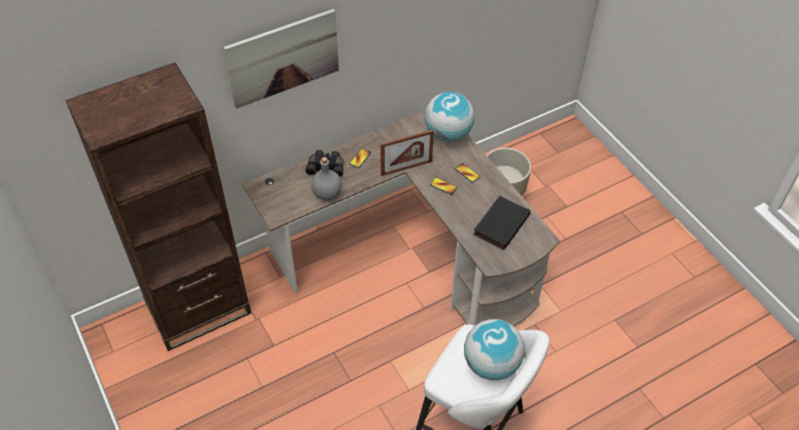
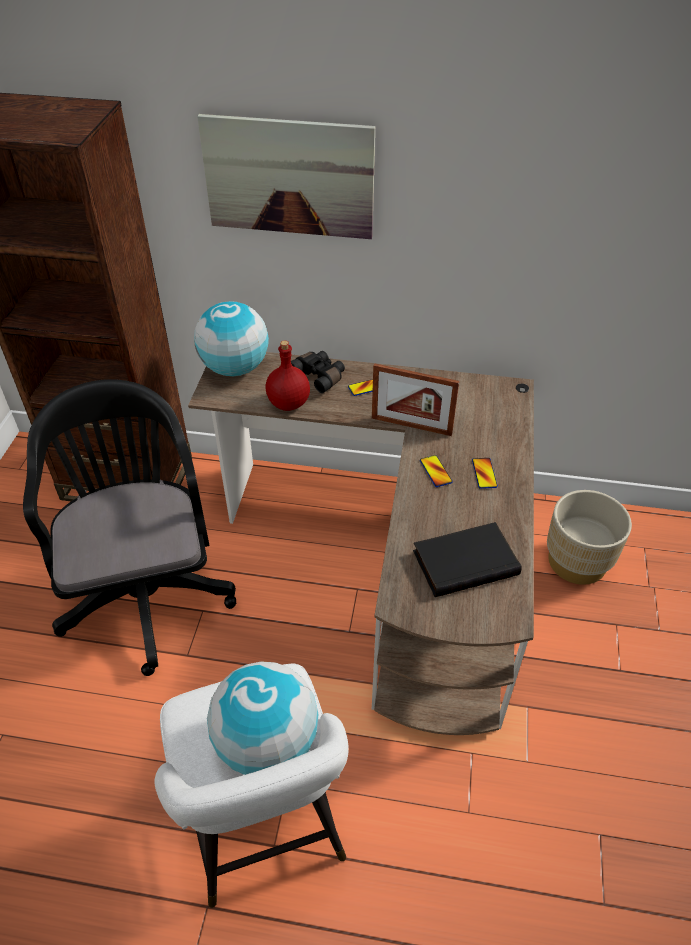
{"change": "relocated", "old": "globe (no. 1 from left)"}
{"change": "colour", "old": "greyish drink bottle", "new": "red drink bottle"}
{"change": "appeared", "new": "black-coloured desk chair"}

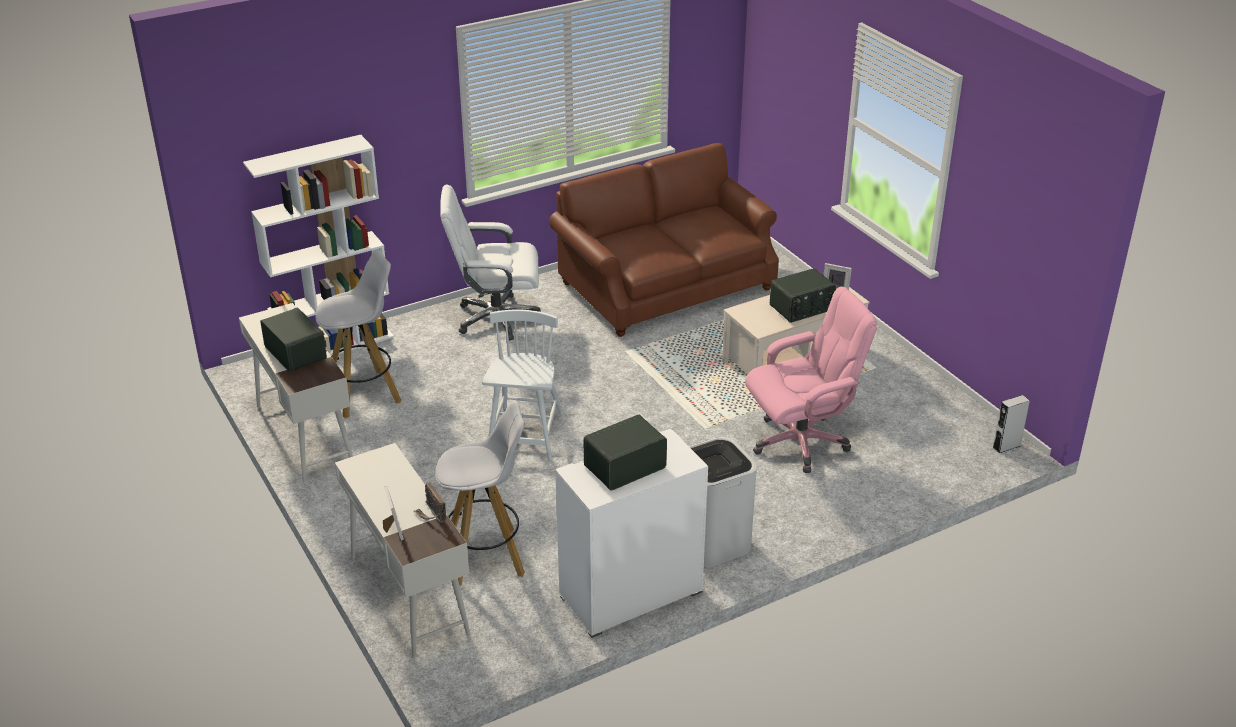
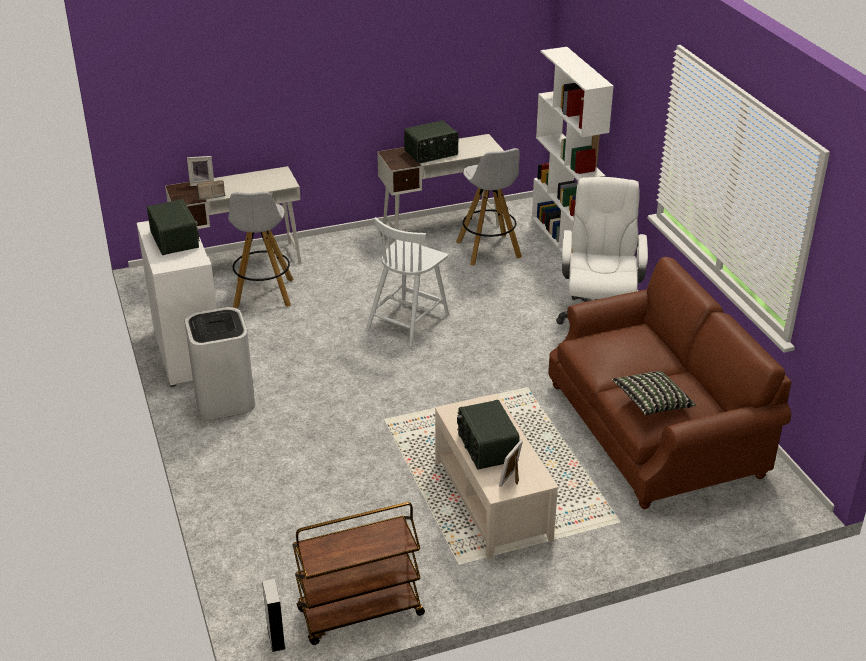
{"change": "missing", "old": "pink-coloured desk chair"}
{"change": "spun", "old": "white-coloured plain chair", "degrees": 105}
{"change": "appeared", "new": "pillow"}
{"change": "appeared", "new": "brownish trolley"}

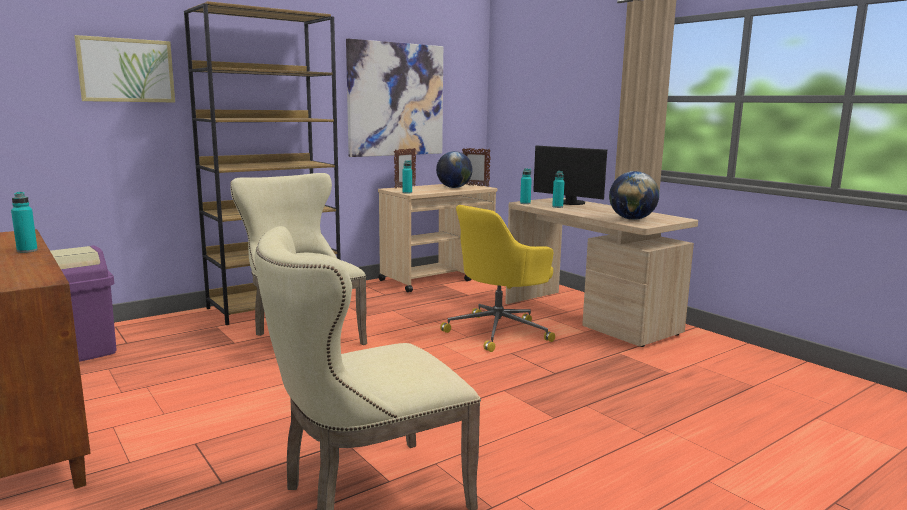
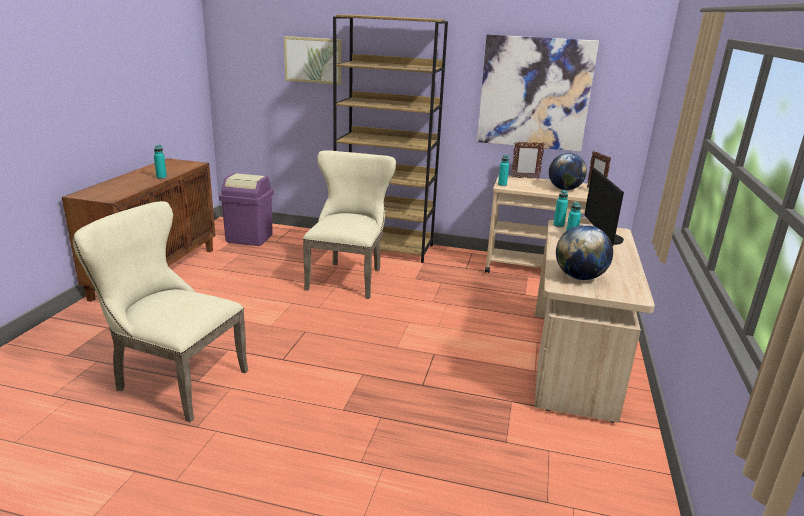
{"change": "missing", "old": "yellow desk chair"}

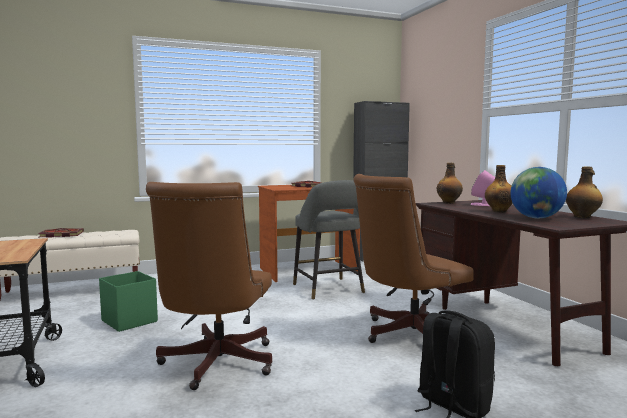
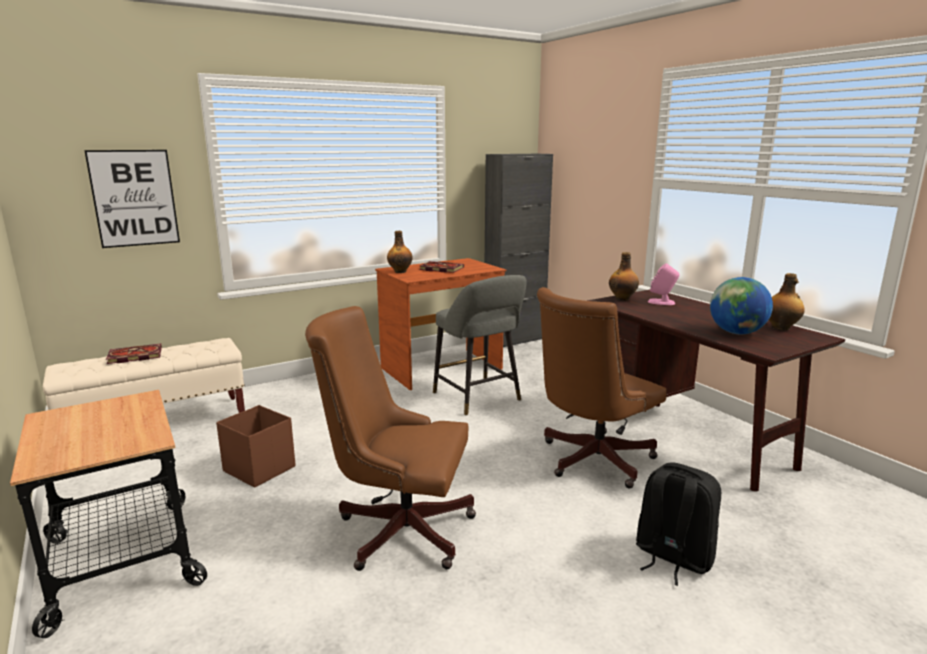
{"change": "relocated", "old": "drink bottle (no. 2 from left in the first image)", "new": "drink bottle (no. 1 from left)"}
{"change": "spun", "old": "brownish desk chair (no. 1 from left)", "degrees": 105}
{"change": "colour", "old": "green storage container", "new": "brownish storage container"}
{"change": "appeared", "new": "picture"}

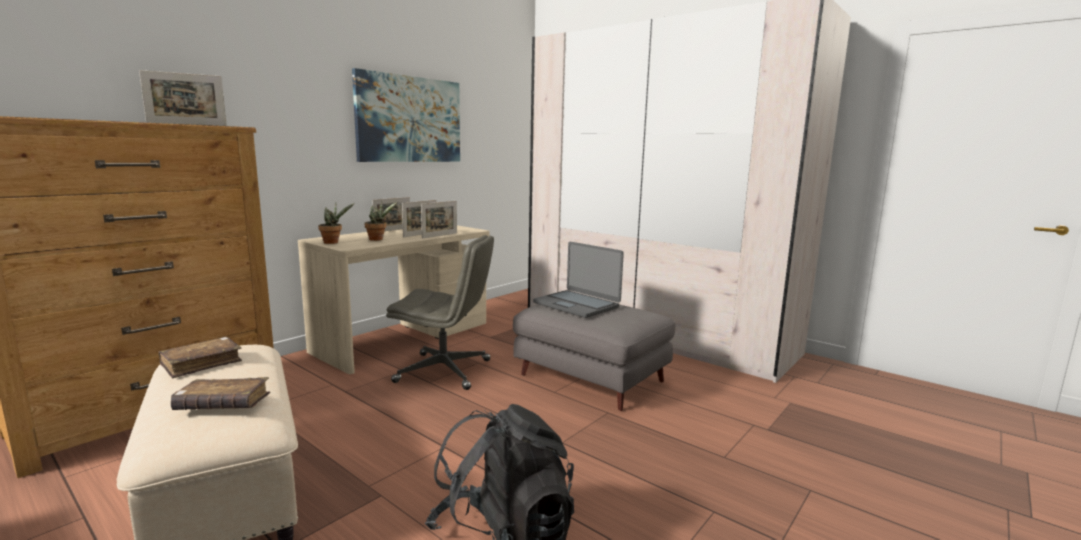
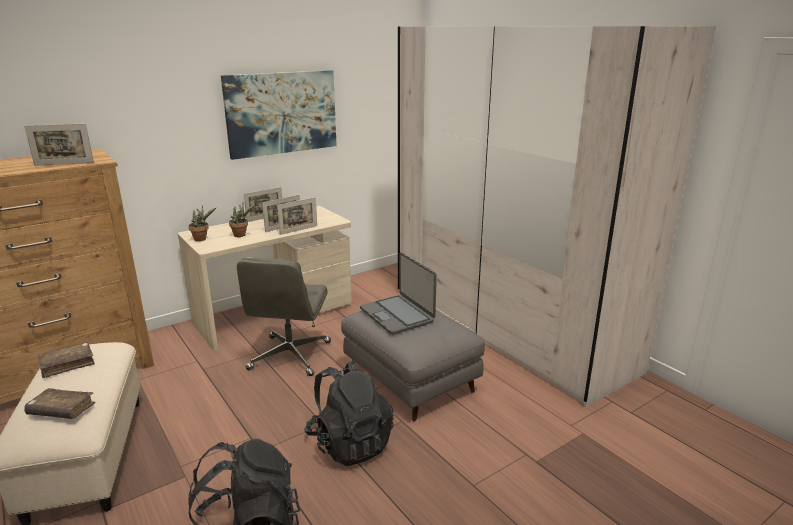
{"change": "spun", "old": "greyish desk chair", "degrees": 75}
{"change": "appeared", "new": "black-coloured backpack (no. 2 from left)"}

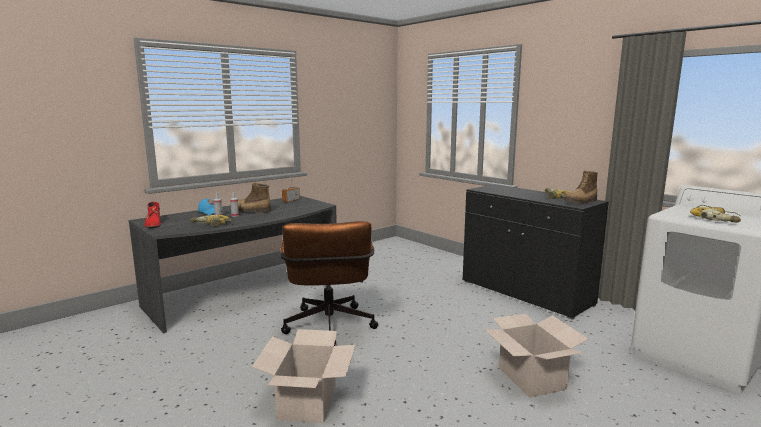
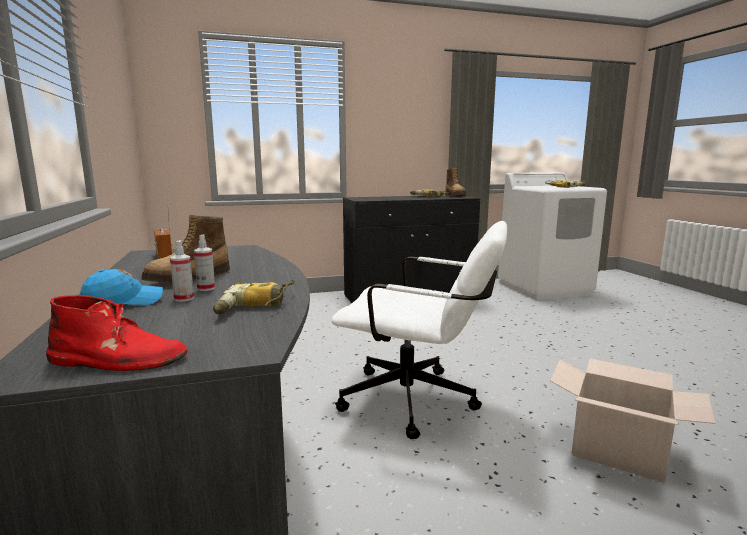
{"change": "colour", "old": "brownish desk chair", "new": "white-coloured desk chair"}
{"change": "missing", "old": "carton (no. 2 from left)"}

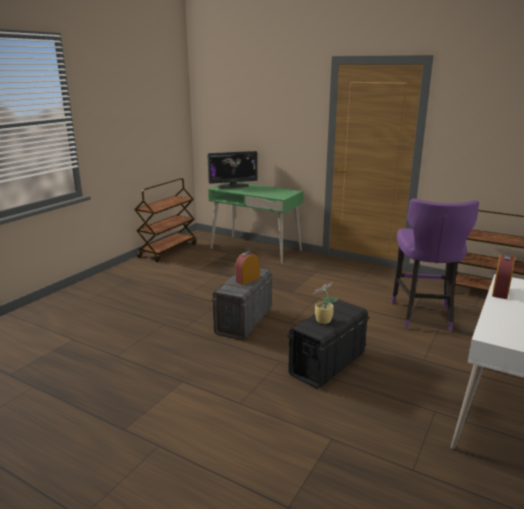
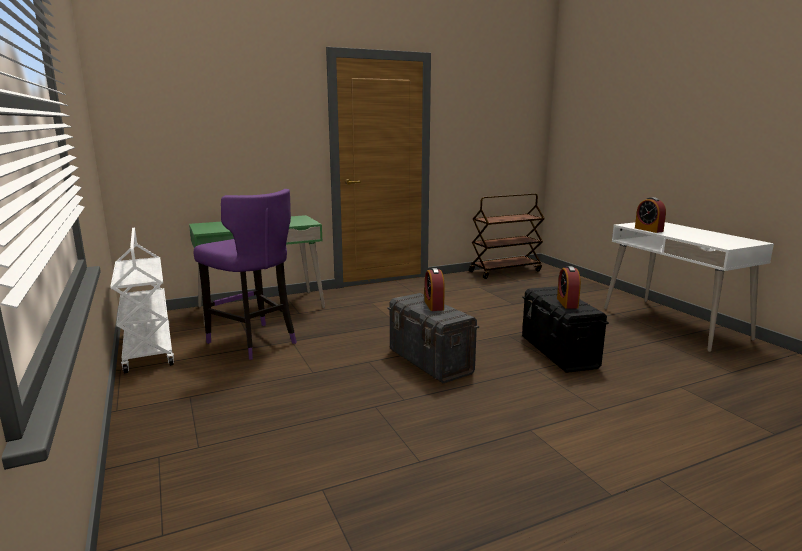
{"change": "missing", "old": "computer screen"}
{"change": "colour", "old": "brownish trolley (no. 1 from left)", "new": "white-coloured trolley"}
{"change": "relocated", "old": "purple stool seat"}
{"change": "exchanged", "old": "houseplant", "new": "alarm clock (no. 2 from left)"}

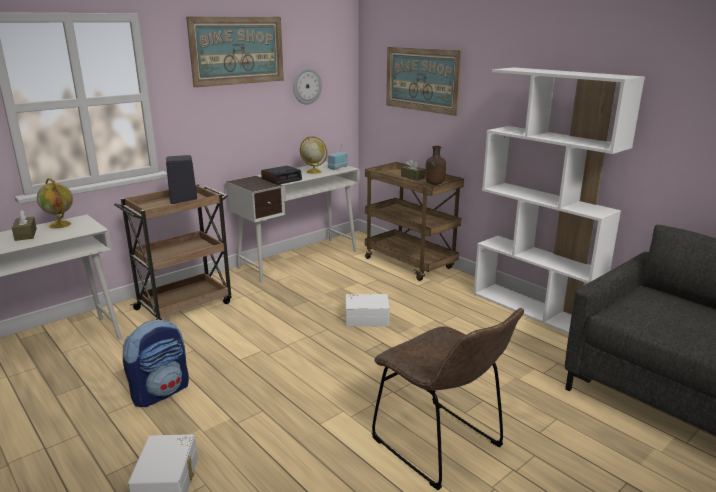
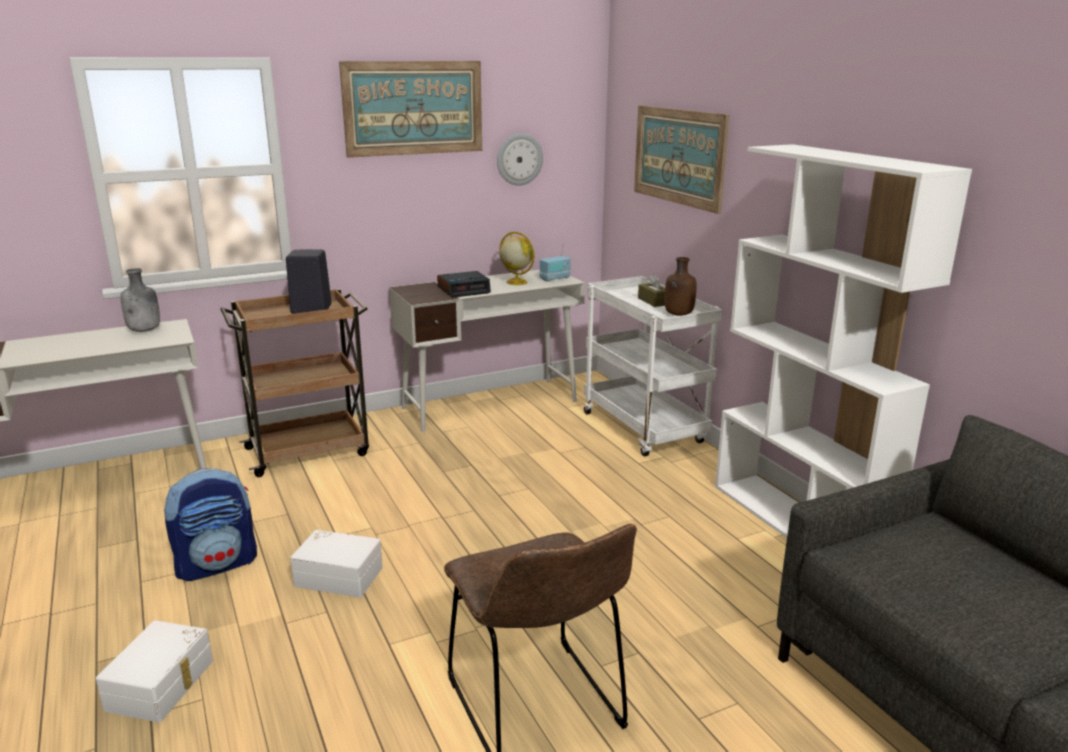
{"change": "colour", "old": "brownish trolley (no. 2 from left)", "new": "white-coloured trolley"}
{"change": "exchanged", "old": "globe (no. 1 from left)", "new": "greyish drink bottle"}
{"change": "missing", "old": "brownish tissue box (no. 1 from left)"}
{"change": "relocated", "old": "white-coloured storage container (no. 2 from left)"}

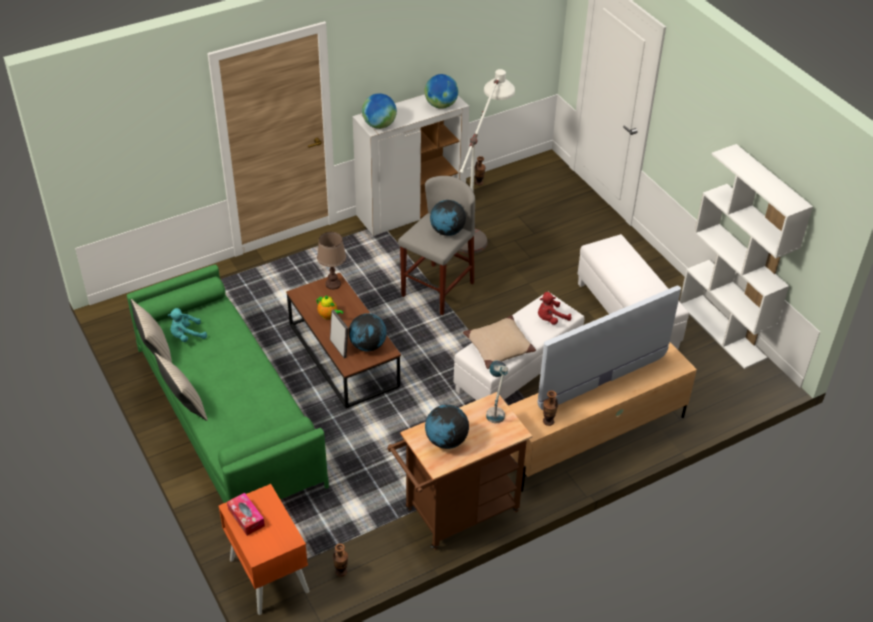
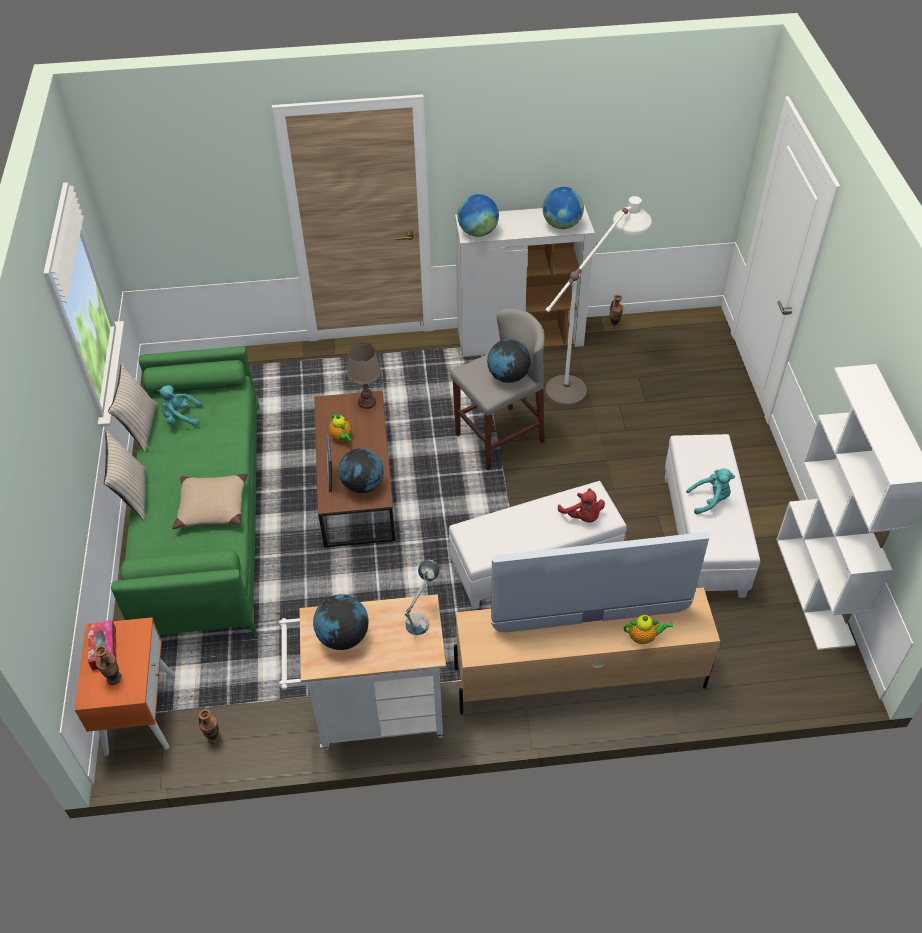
{"change": "spun", "old": "red soft toy", "degrees": -120}
{"change": "relocated", "old": "sand-coloured pillow (no. 3 from left)"}
{"change": "relocated", "old": "vase (no. 3 from left in the first image)", "new": "vase (no. 1 from left)"}
{"change": "colour", "old": "brownish trolley", "new": "white-coloured trolley"}
{"change": "appeared", "new": "blue-green soft toy (no. 2 from left)"}
{"change": "appeared", "new": "teapot (no. 2 from left)"}

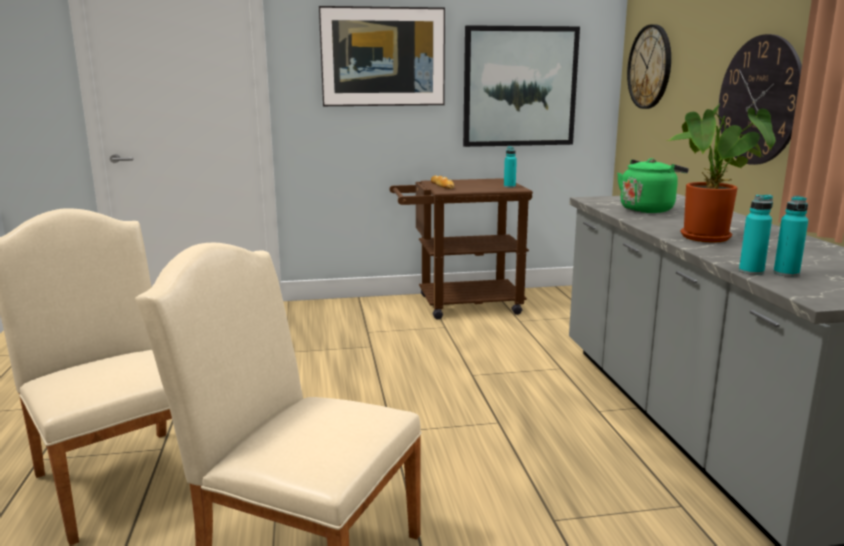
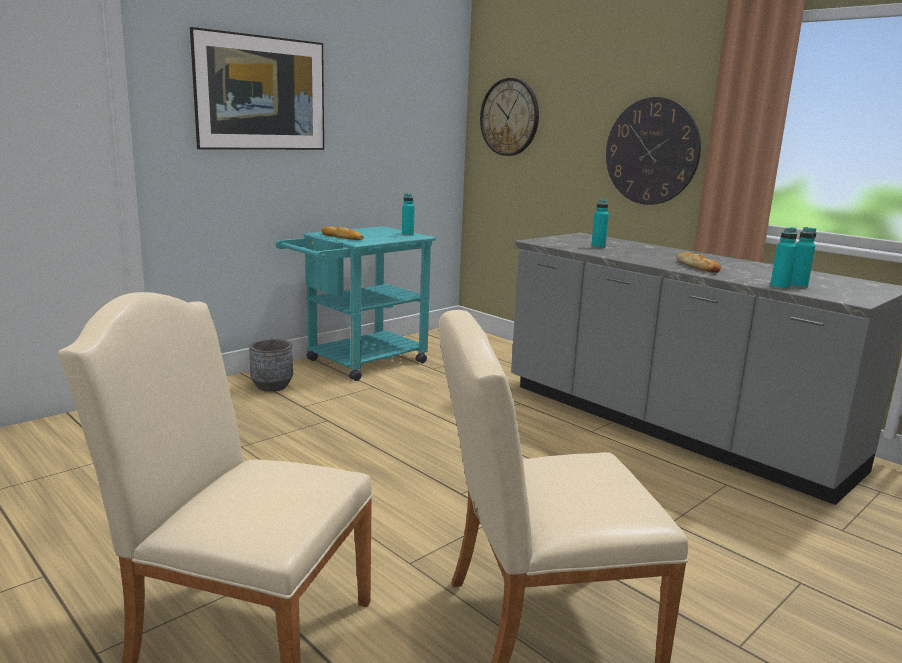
{"change": "missing", "old": "picture (no. 2 from left)"}
{"change": "exchanged", "old": "houseplant", "new": "bread (no. 2 from left)"}
{"change": "exchanged", "old": "green kettle", "new": "blue-green drink bottle (no. 2 from left)"}
{"change": "colour", "old": "brownish trolley", "new": "blue-green trolley"}
{"change": "appeared", "new": "greyish plant pot"}

